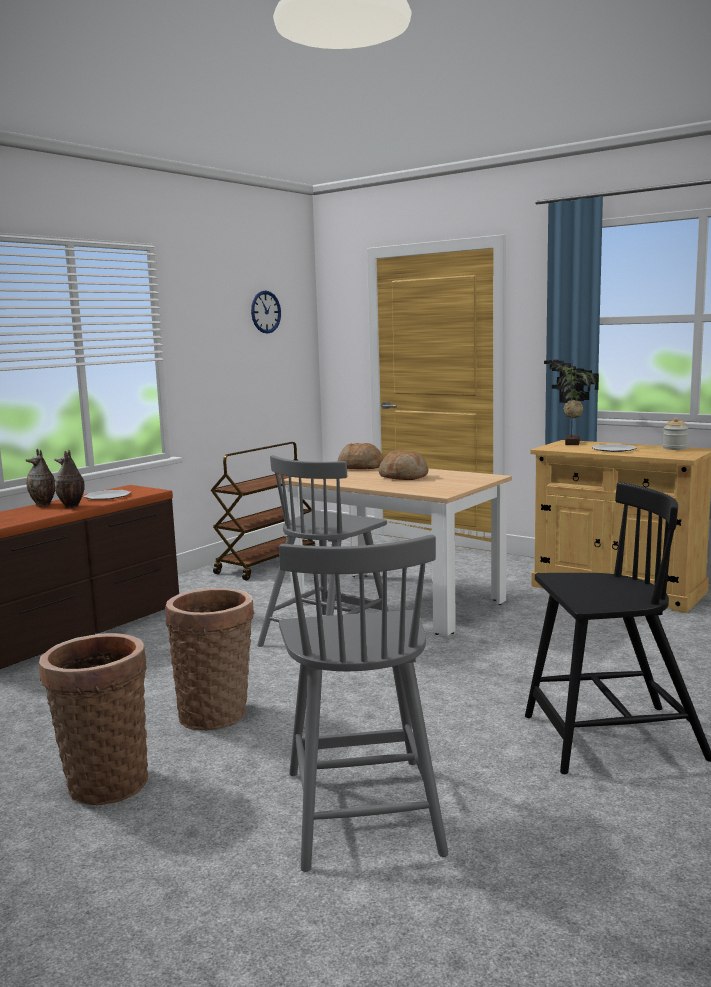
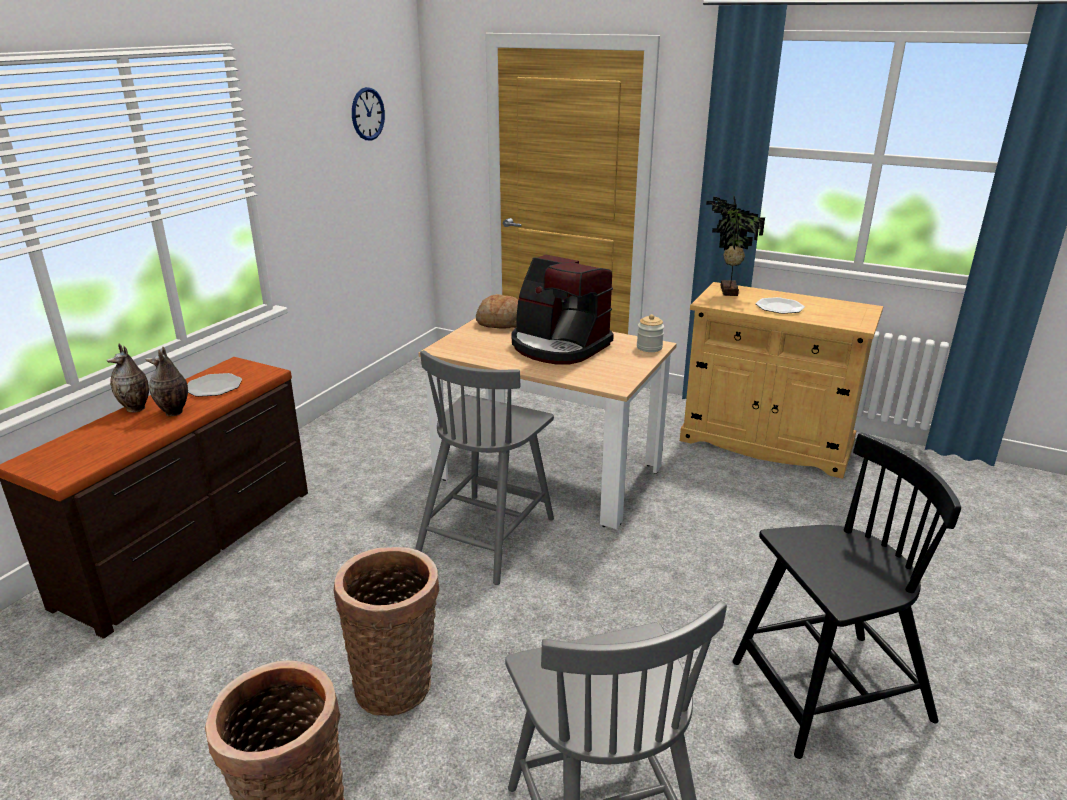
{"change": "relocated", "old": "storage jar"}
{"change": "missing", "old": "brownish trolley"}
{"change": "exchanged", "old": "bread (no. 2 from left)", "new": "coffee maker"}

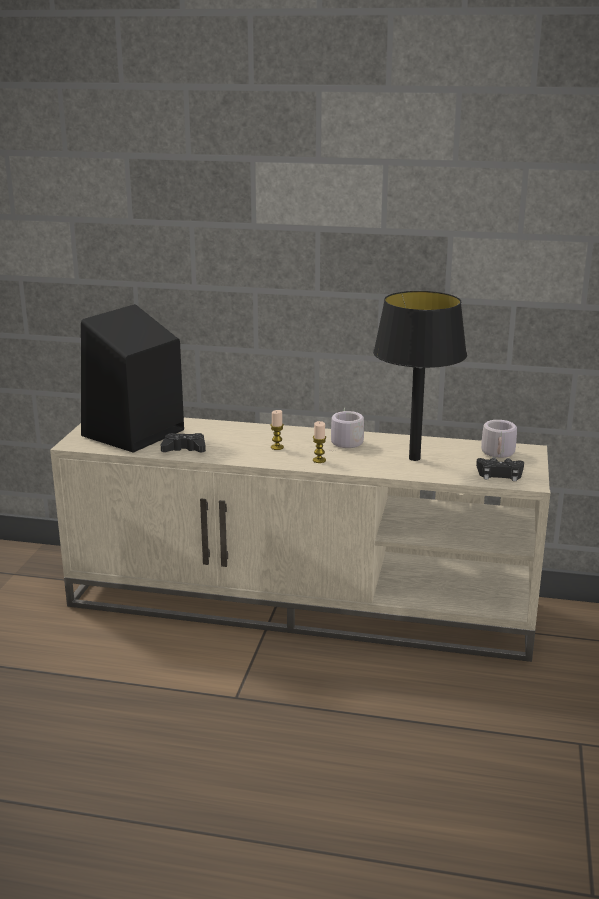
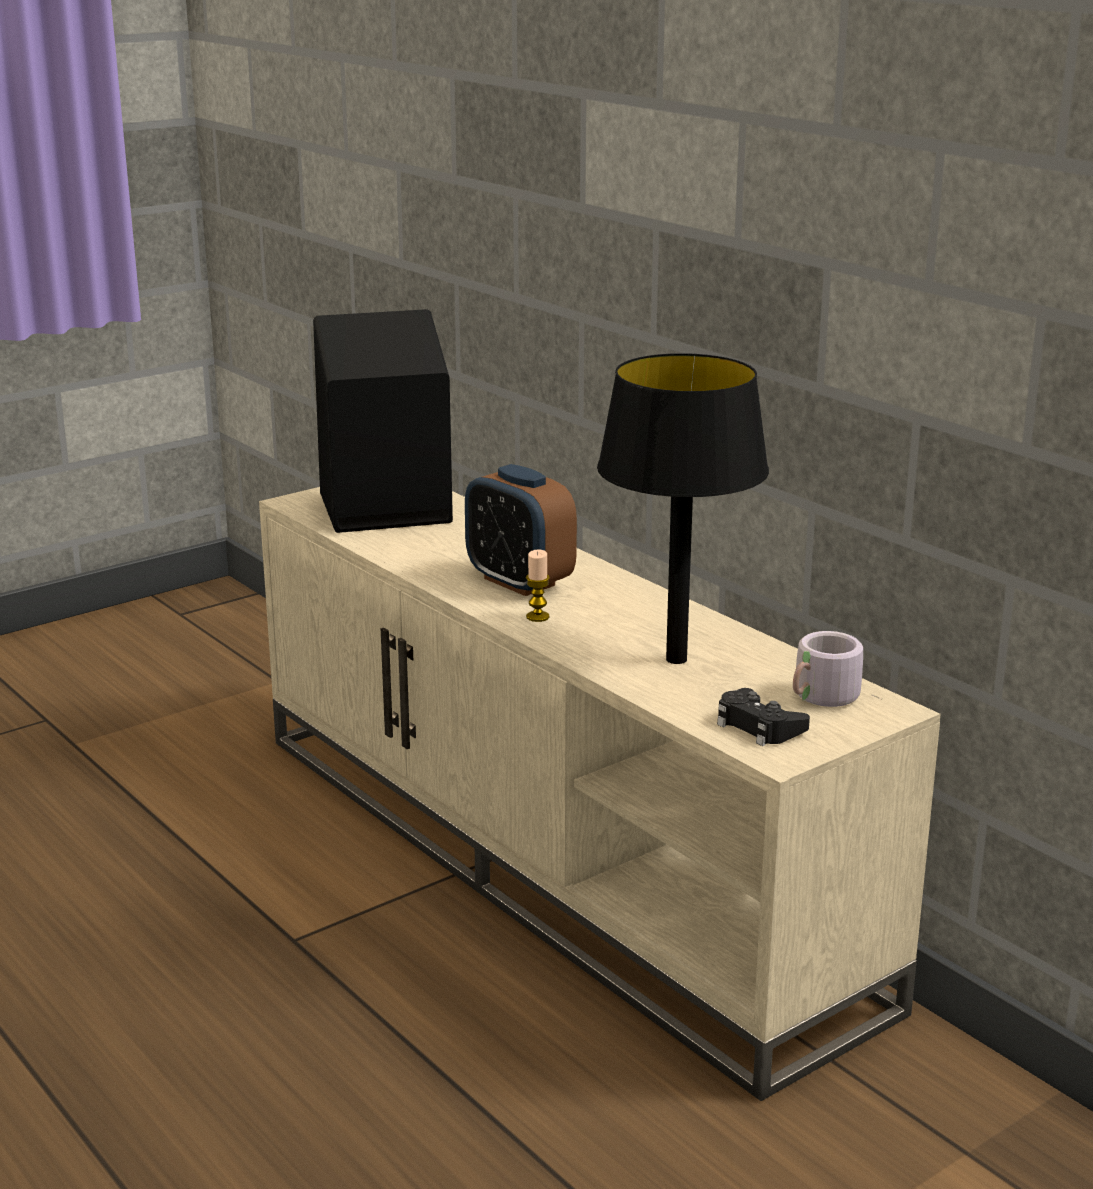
{"change": "missing", "old": "greyish mug (no. 1 from left)"}
{"change": "exchanged", "old": "wax candle (no. 1 from left)", "new": "alarm clock"}
{"change": "missing", "old": "black-coloured game controller (no. 1 from left)"}

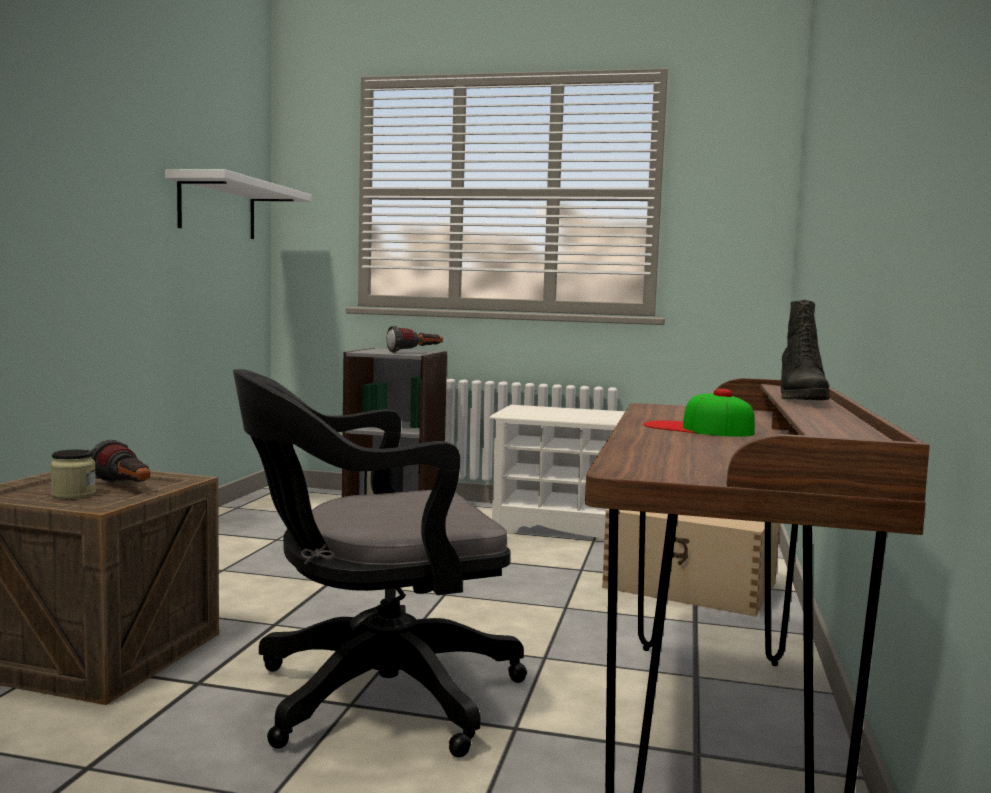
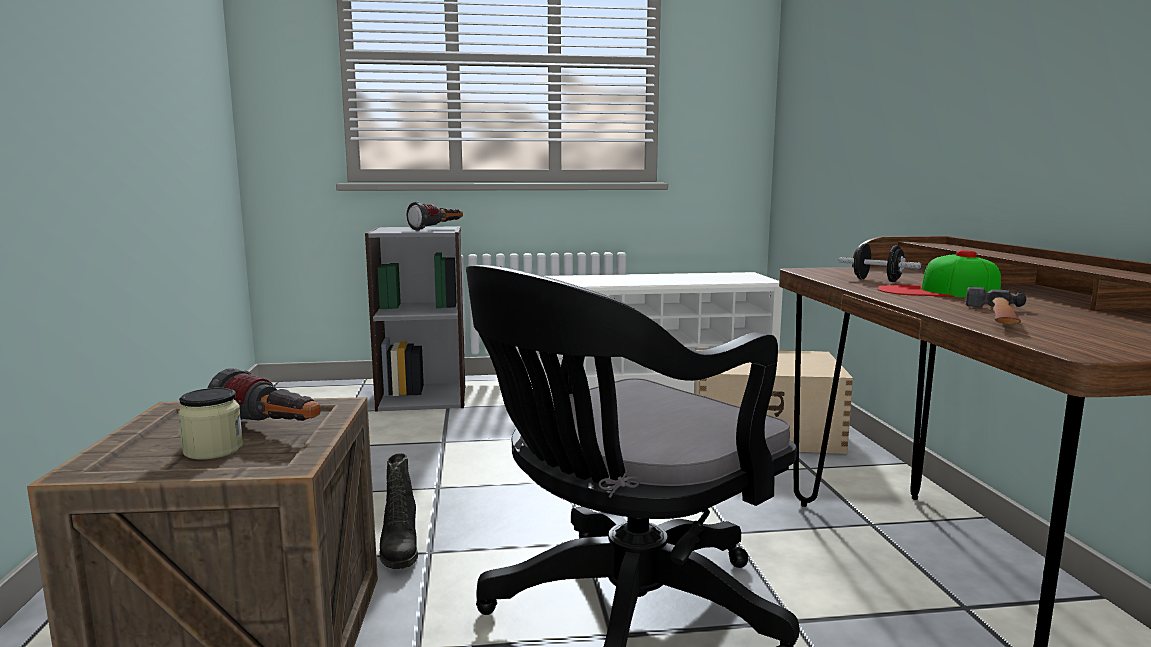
{"change": "missing", "old": "white-coloured shelf"}
{"change": "relocated", "old": "black-coloured high-top boot"}
{"change": "appeared", "new": "black-coloured hand weight"}
{"change": "appeared", "new": "hammer"}

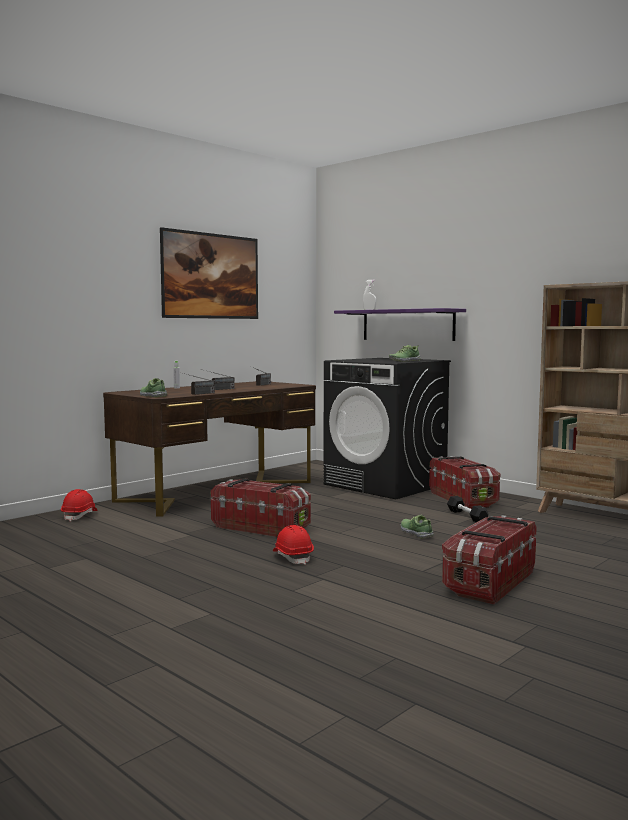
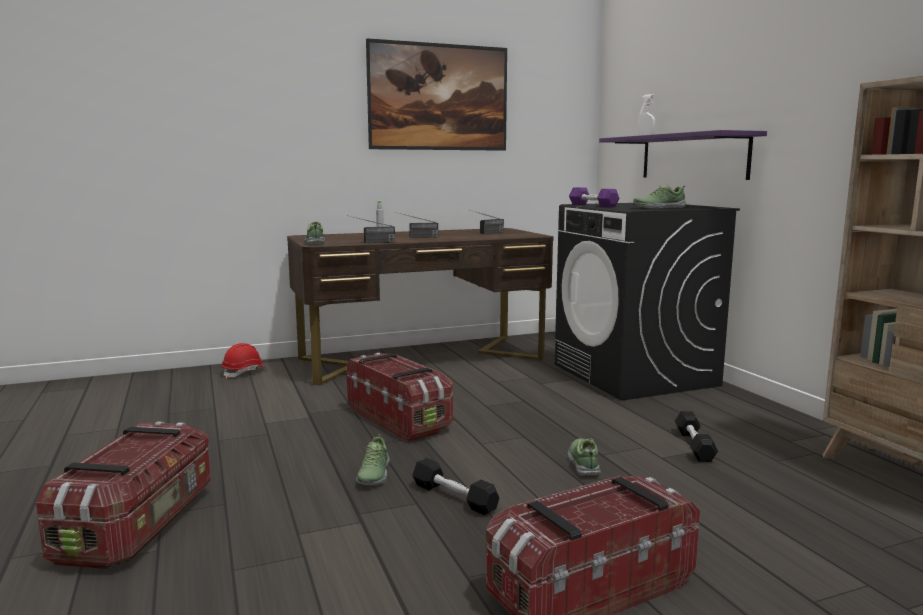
{"change": "relocated", "old": "storage container (no. 2 from left in the first image)", "new": "storage container (no. 1 from left)"}
{"change": "exchanged", "old": "red work helmet (no. 2 from left)", "new": "low shoe (no. 2 from left)"}
{"change": "appeared", "new": "purple hand weight"}
{"change": "appeared", "new": "black-coloured hand weight (no. 1 from left)"}

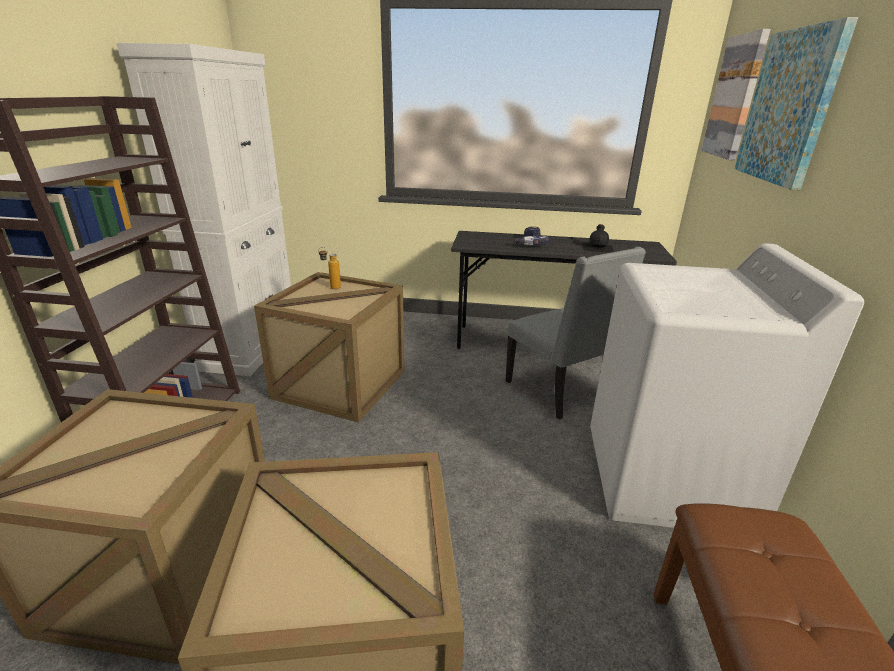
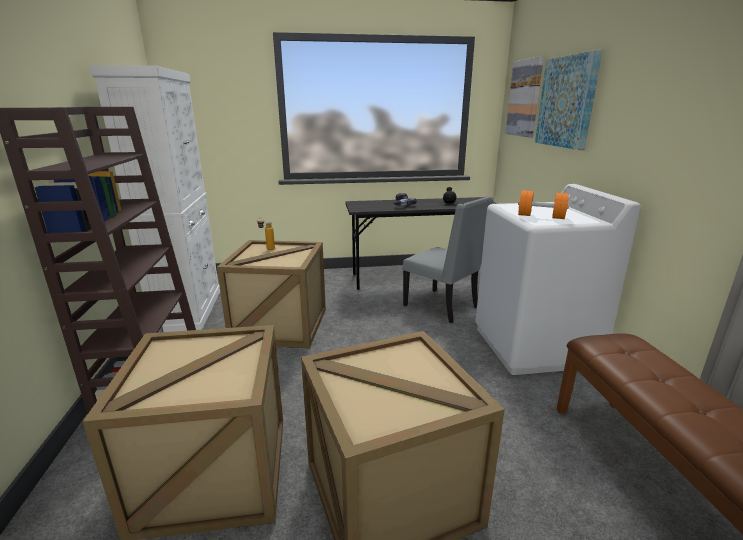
{"change": "appeared", "new": "orangey hand weight"}

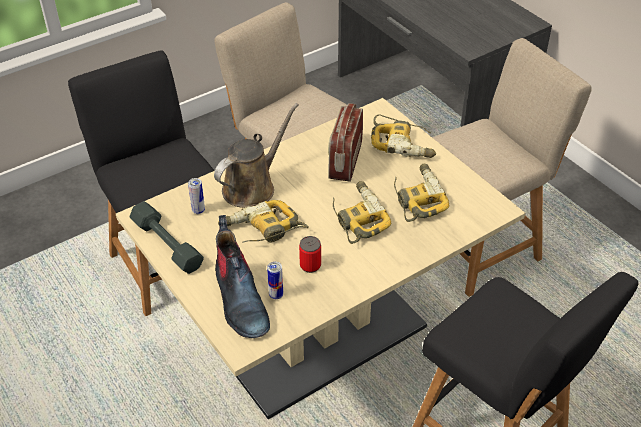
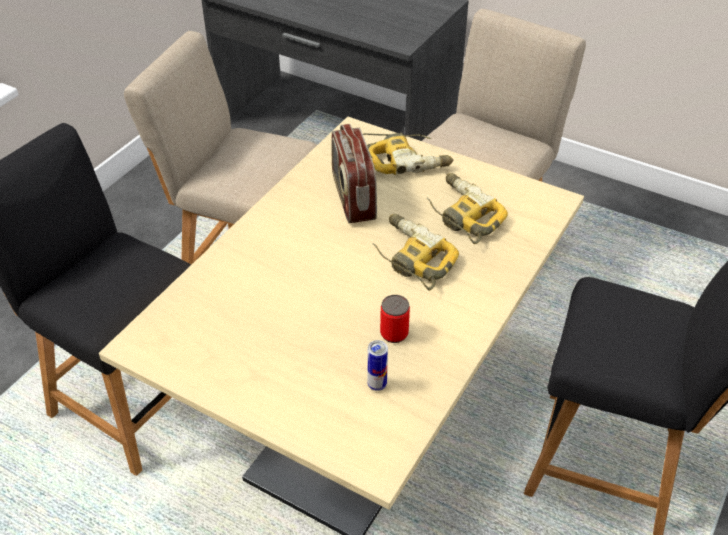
{"change": "missing", "old": "brownish sprinkling can"}
{"change": "missing", "old": "sealed can (no. 1 from left)"}
{"change": "missing", "old": "power drill (no. 1 from left)"}
{"change": "missing", "old": "greyish hand weight"}
{"change": "missing", "old": "high-top boot"}

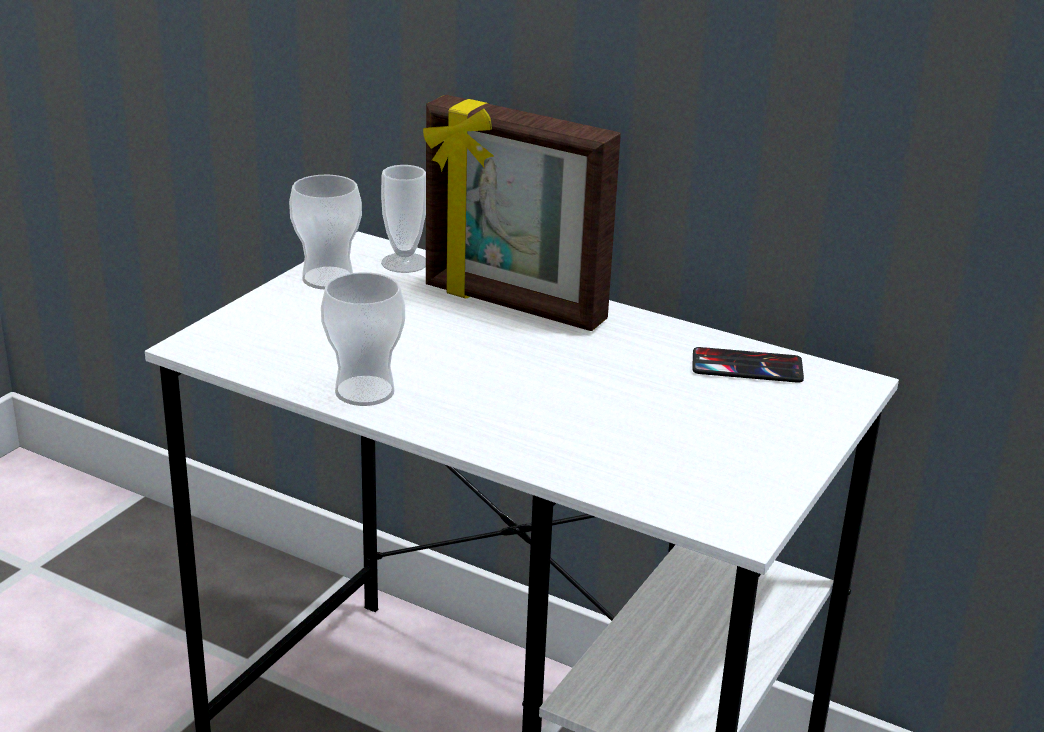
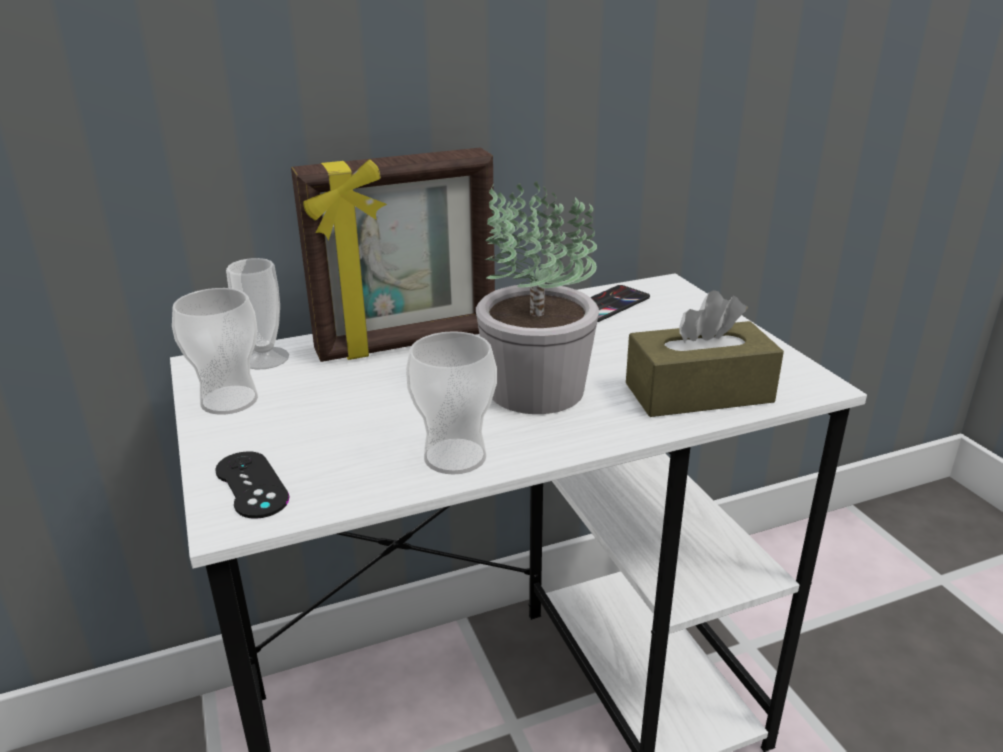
{"change": "appeared", "new": "houseplant"}
{"change": "appeared", "new": "brownish tissue box"}
{"change": "appeared", "new": "black-coloured game controller"}

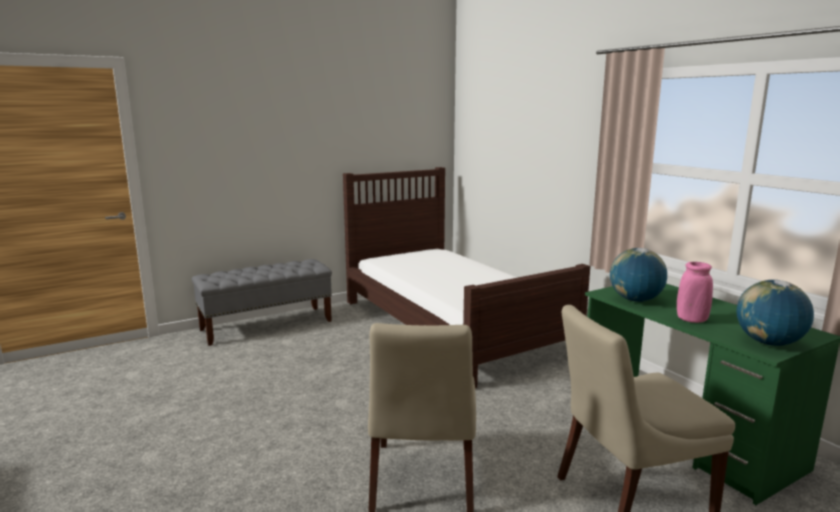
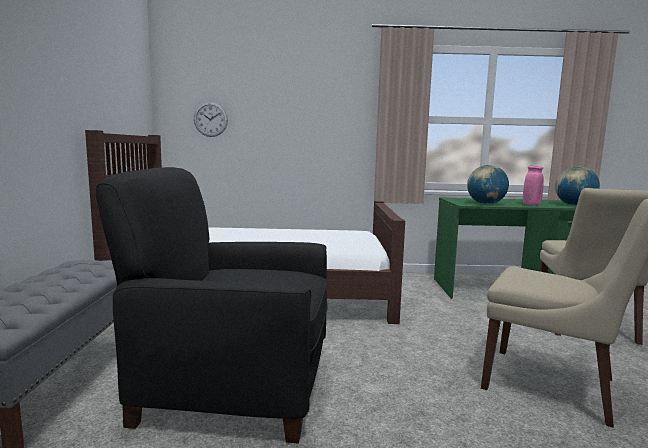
{"change": "appeared", "new": "hanging clock"}
{"change": "appeared", "new": "black-coloured armchair"}

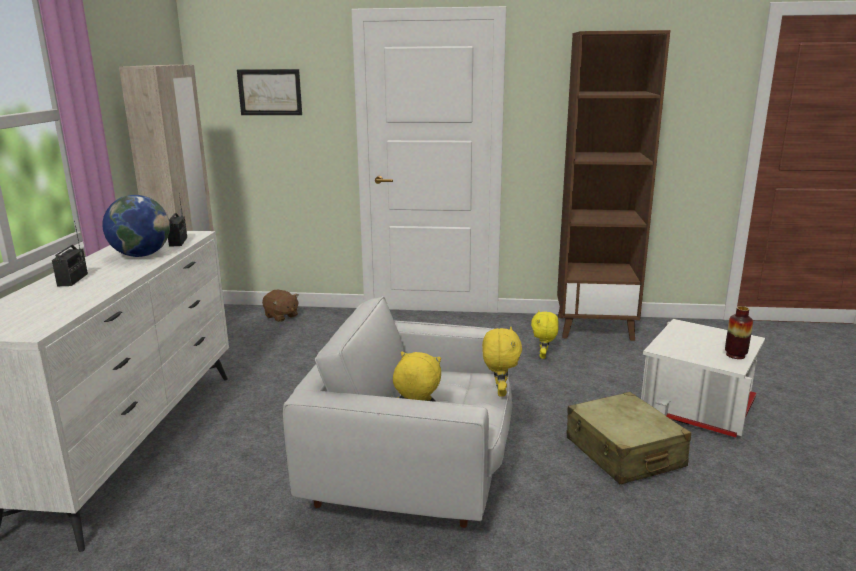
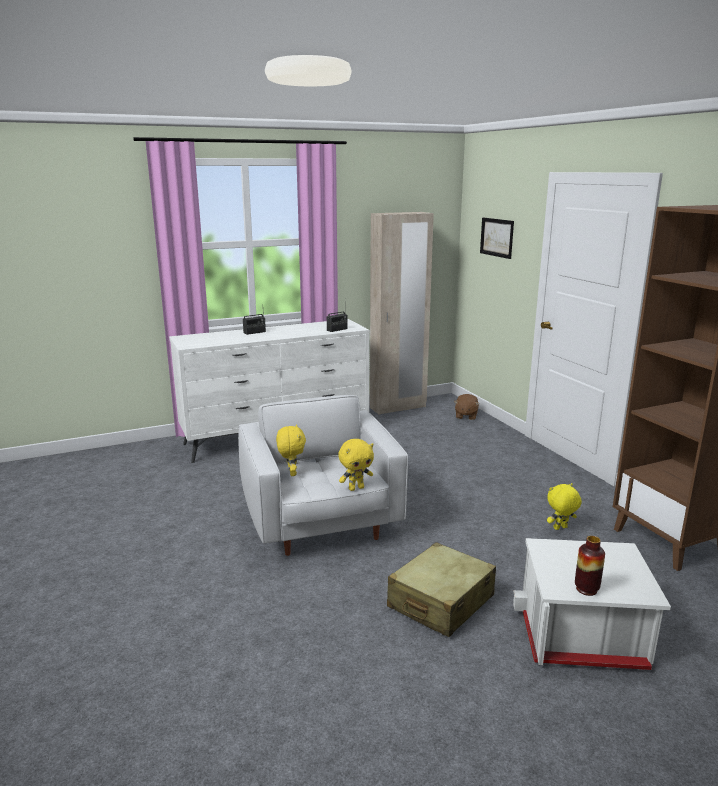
{"change": "missing", "old": "globe"}

